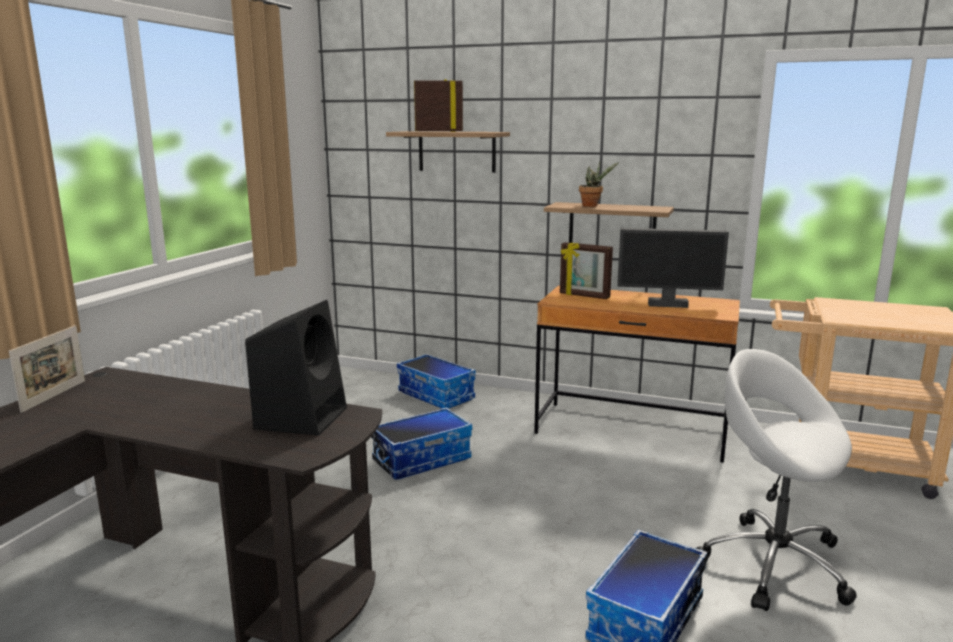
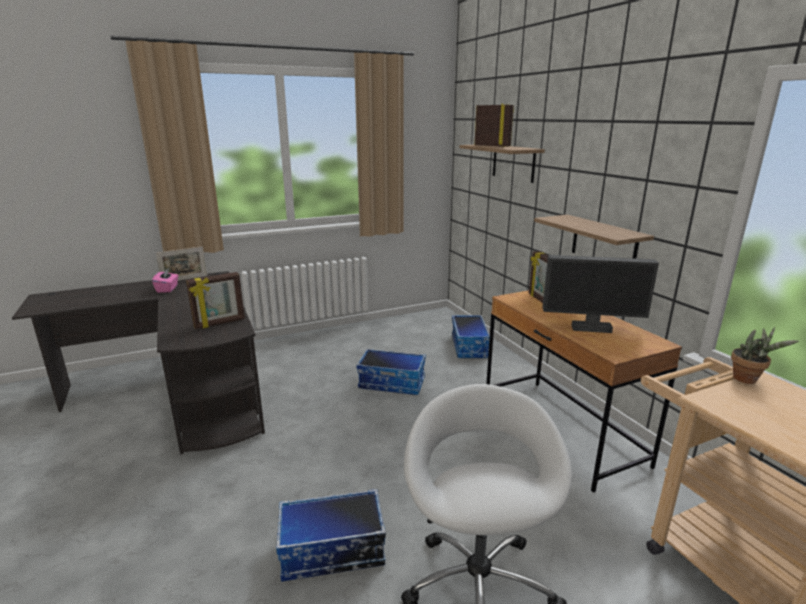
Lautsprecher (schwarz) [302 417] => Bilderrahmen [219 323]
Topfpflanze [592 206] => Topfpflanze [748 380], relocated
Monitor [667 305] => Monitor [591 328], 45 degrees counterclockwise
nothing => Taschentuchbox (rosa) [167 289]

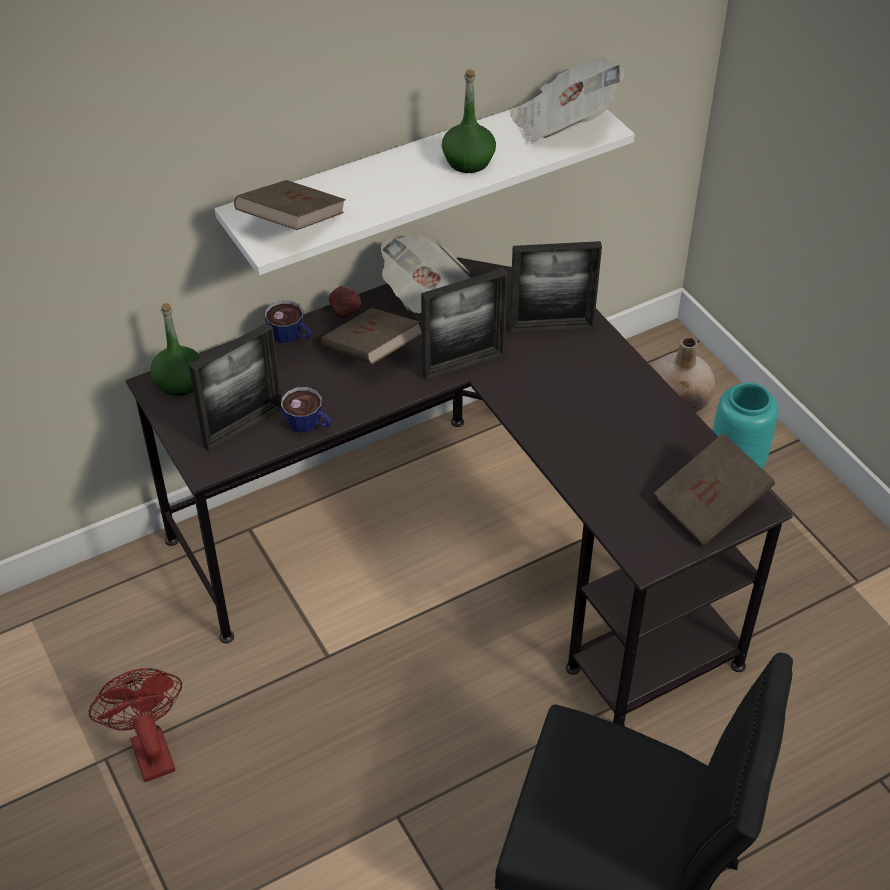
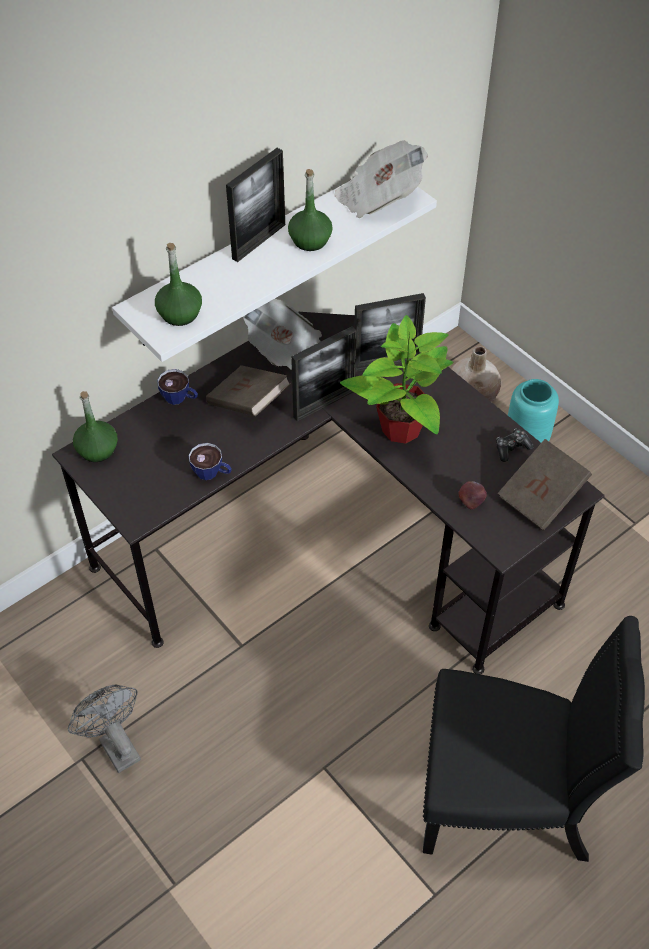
Ventilator (rot) [149 748] => Ventilator (grau) [115 744]
Bilderrahmen [243 427] => Bilderrahmen [259 241], relocated
Buch (braun) [292 224] => Flasche (grün) [180 313]
Apfel [346 310] => Apfel [471 501], relocated
nothing => Topfpflanze [400 429]
nothing => Gamepad [511 448]

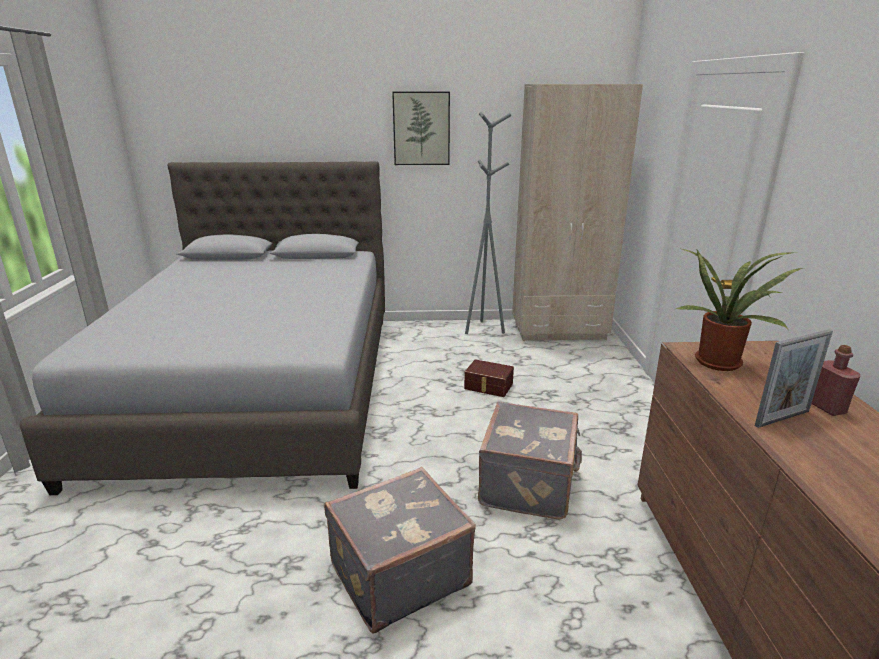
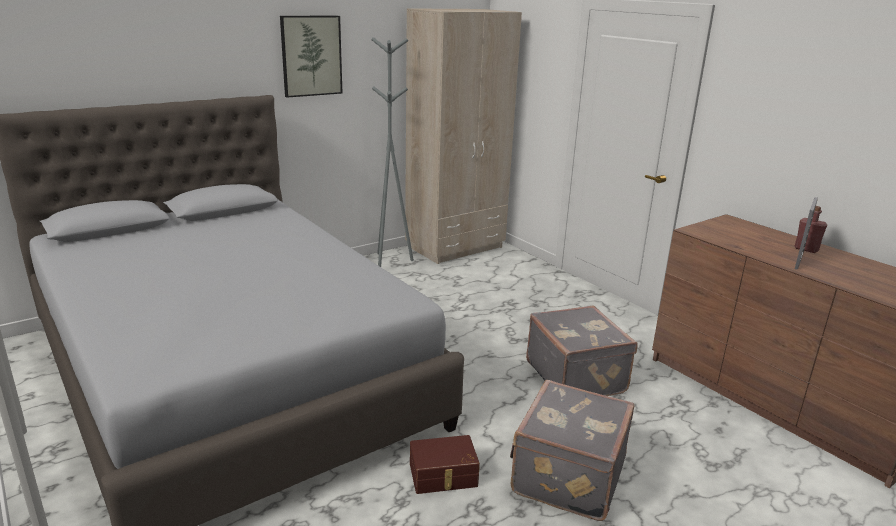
Aufbewahrungsbox (braun) [488 386] => Aufbewahrungsbox (braun) [443 476], relocated
Topfpflanze [720 361] => nothing

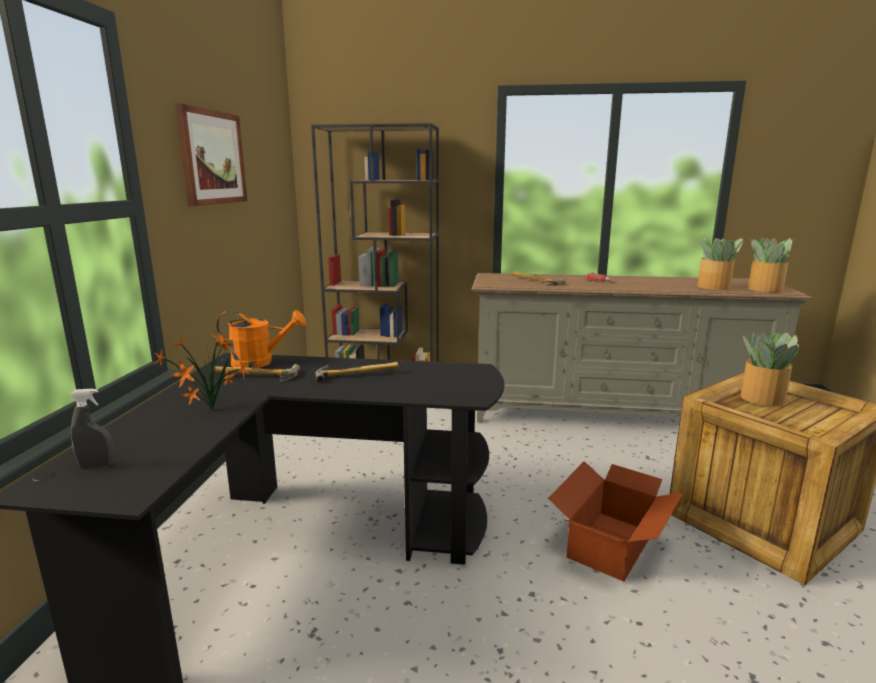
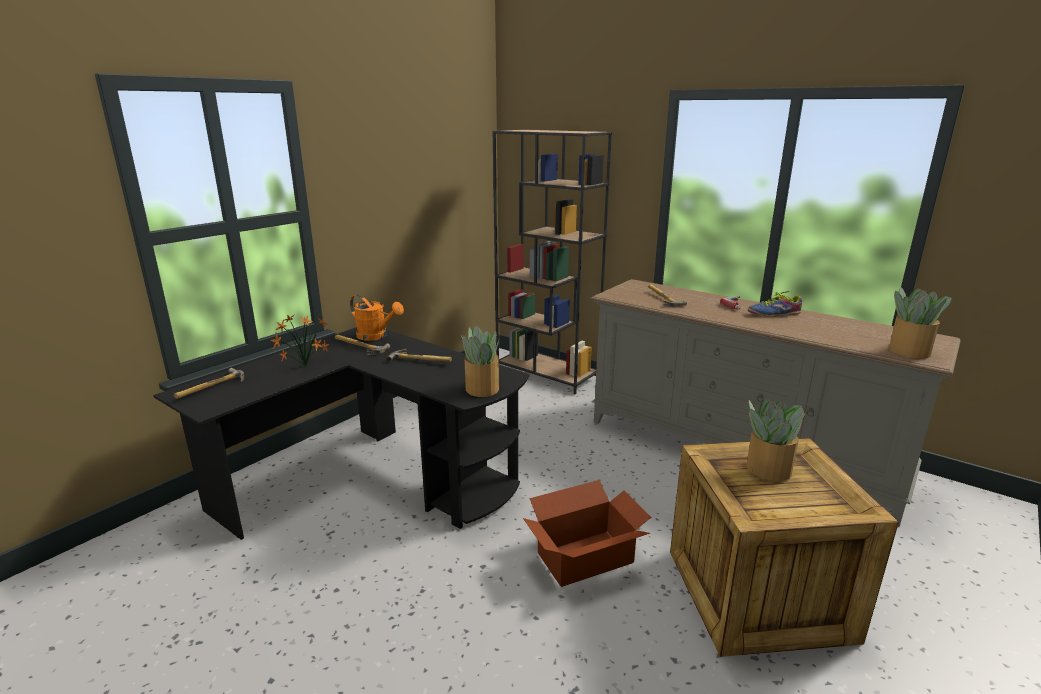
Sprühflasche (grau) [97 466] => Hammer [214 388]
Bild [212 157] => nothing
Topfpflanze [714 287] => Topfpflanze [482 389], relocated
nothing => Schuh [774 314]

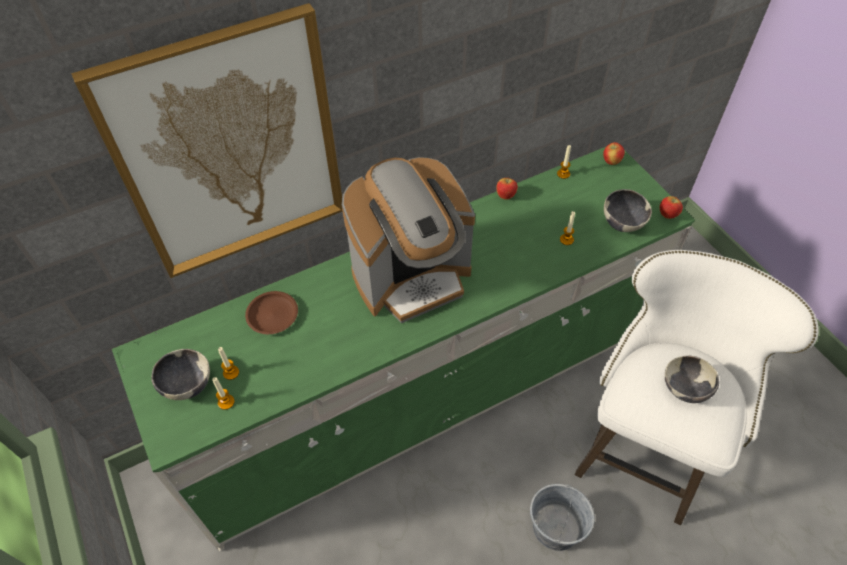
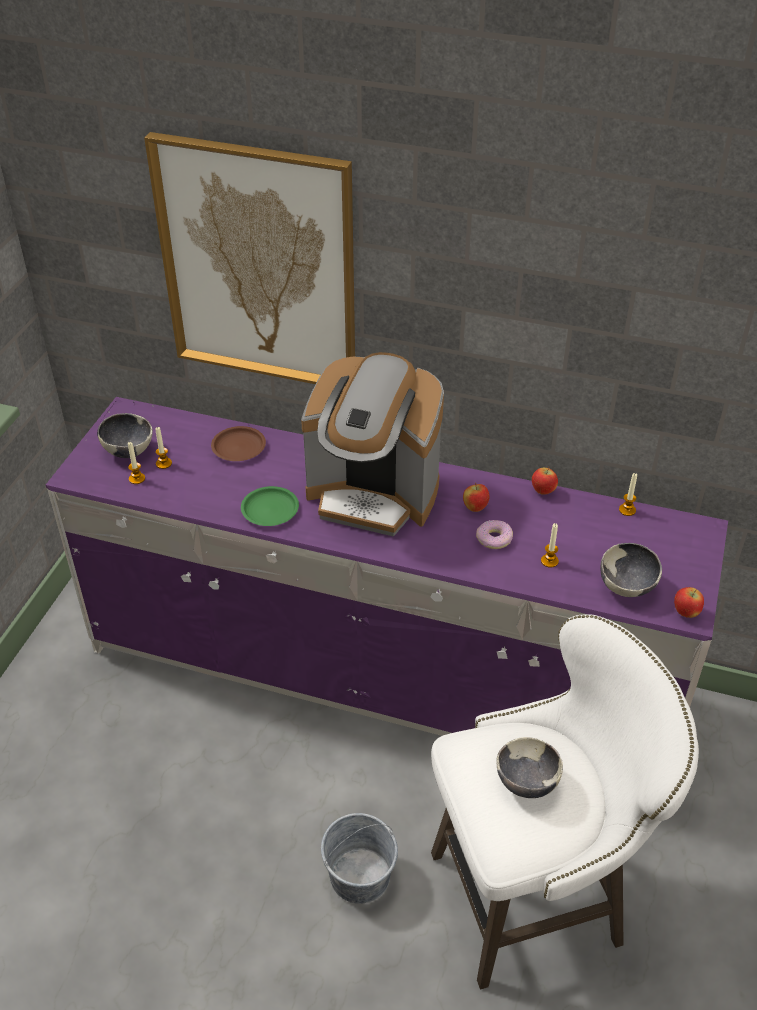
Schrank (grün) [422 393] => Schrank (lila) [378 672]
Apfel [611 162] => Apfel [475 508], relocated
nothing => Teller (grün) [270 509]
nothing => Donut [494 539]

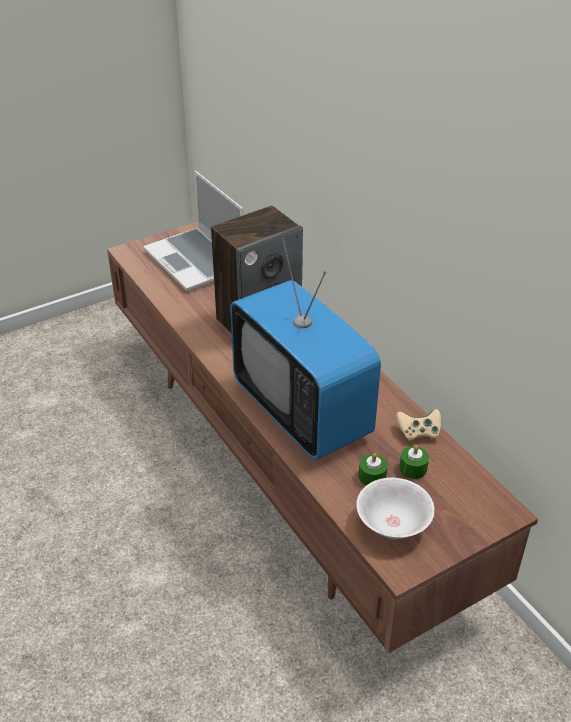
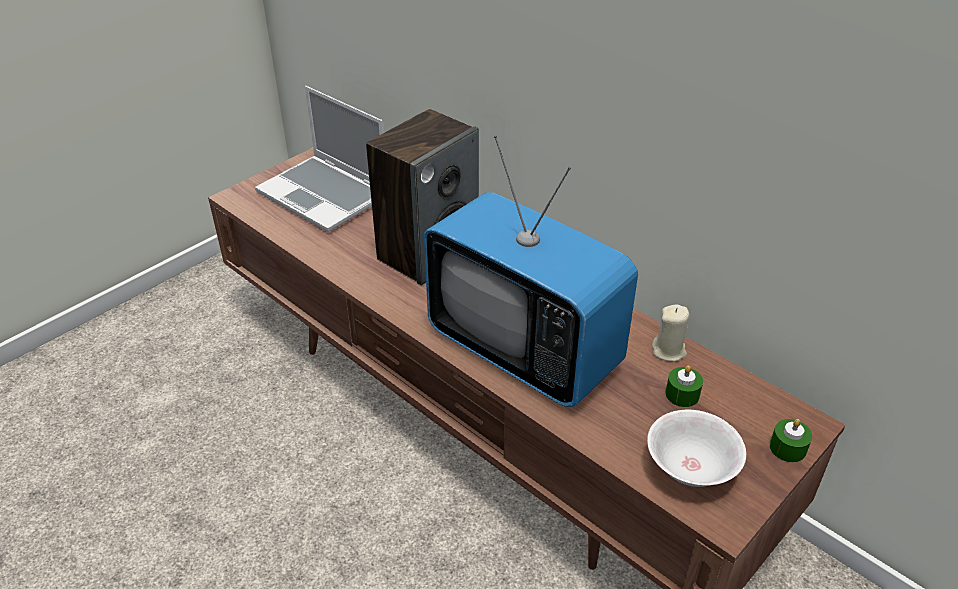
Kerze (grün) [372 476] => Kerze (grün) [787 448], relocated
Gamepad (beige) [418 433] => Kerze (beige) [669 351]

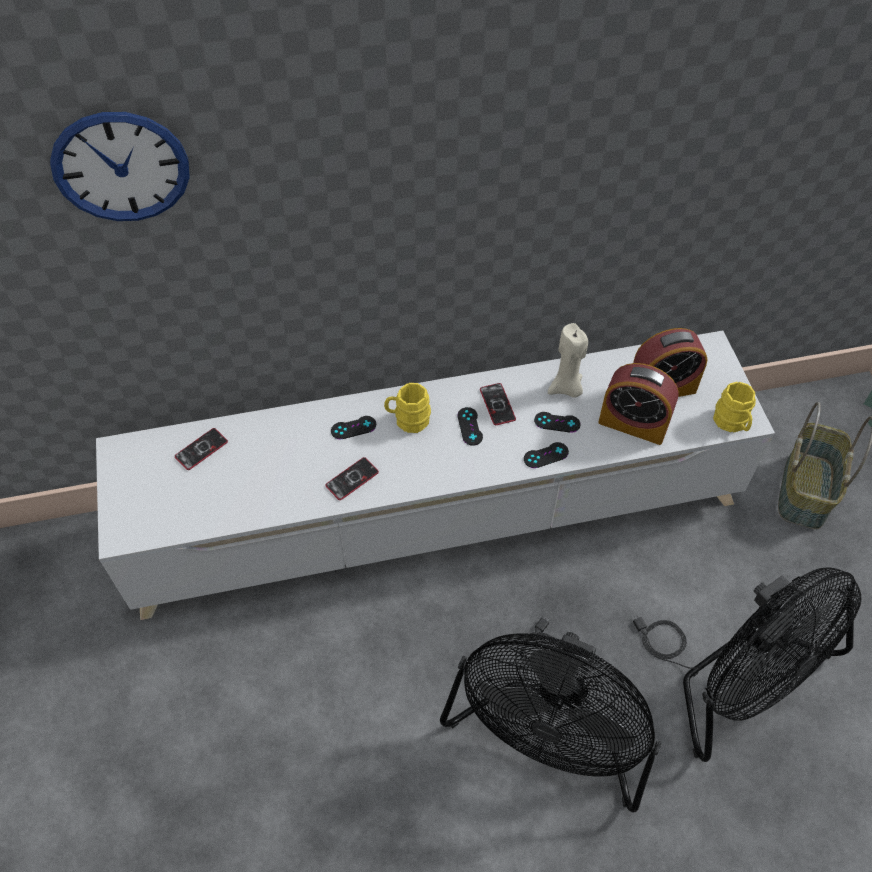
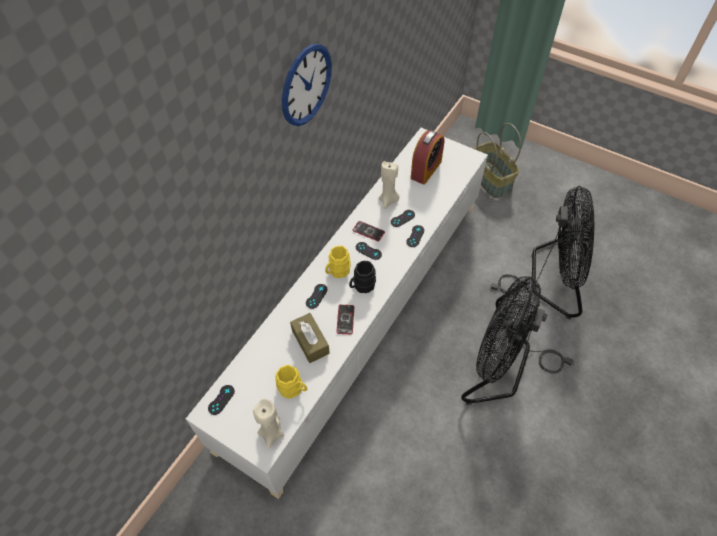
Wanduhr [121 167] => Wanduhr [306 85], relocated
Handy [201 449] => nothing
Ventilator (schwarz) [544 725] => Ventilator (schwarz) [506 361], 135 degrees clockwise
Wecker [633 423] => nothing
Henkelbecher (gelb) [732 423] => Henkelbecher (gelb) [293 389], relocated
nothing => Gamepad (schwarz) [221 399]
nothing => Kerze (beige) [271 433]
nothing => Taschentuchbox (braun) [310 342]
nothing => Henkelbecher (schwarz) [361 286]

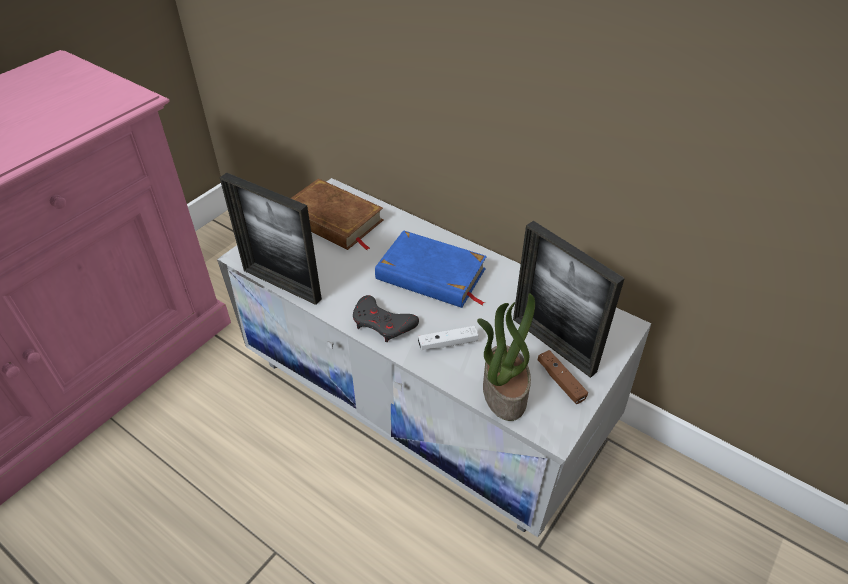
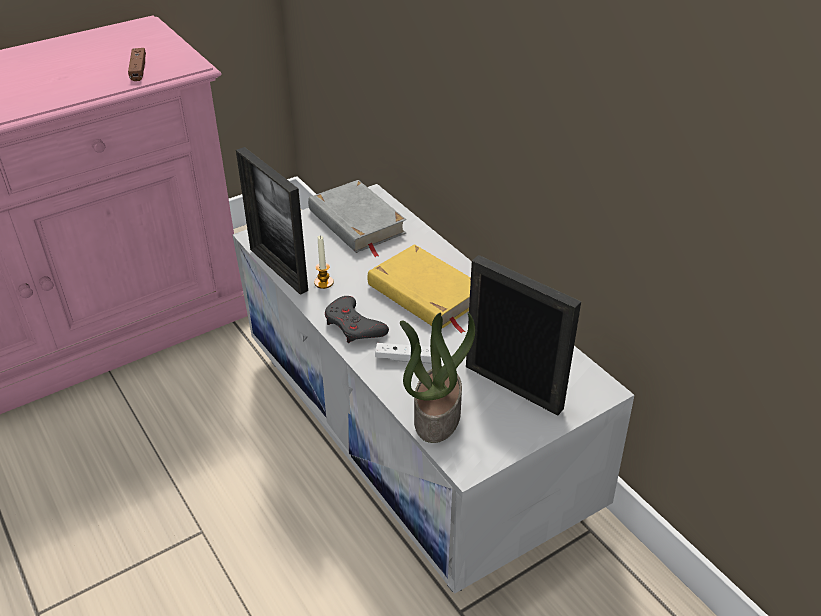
Buch (braun) [332 220] => Buch (grau) [356 222]
Buch (blau) [431 275] => Buch (gelb) [425 294]
Bilderrahmen [553 345] => Bilderrahmen [513 387], 150 degrees clockwise
Gamepad (braun) [560 381] => Gamepad (braun) [138 69], relocated
nothing => Kerze [323 282]

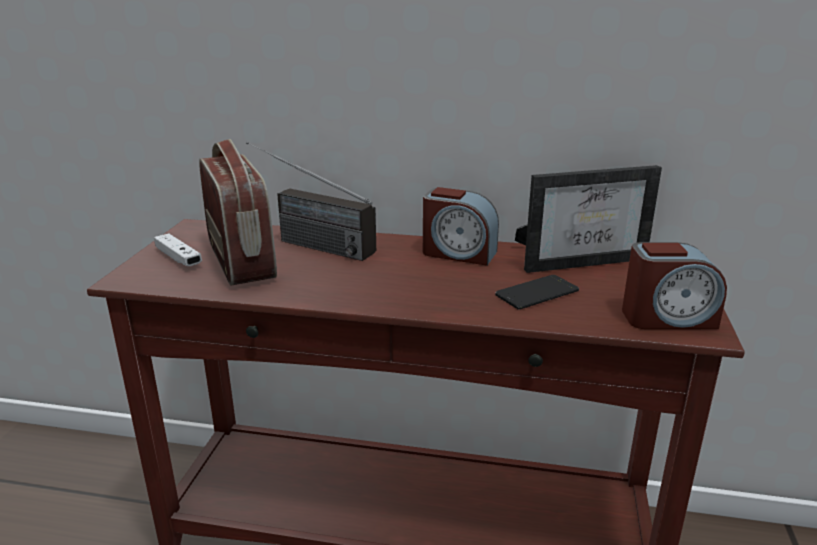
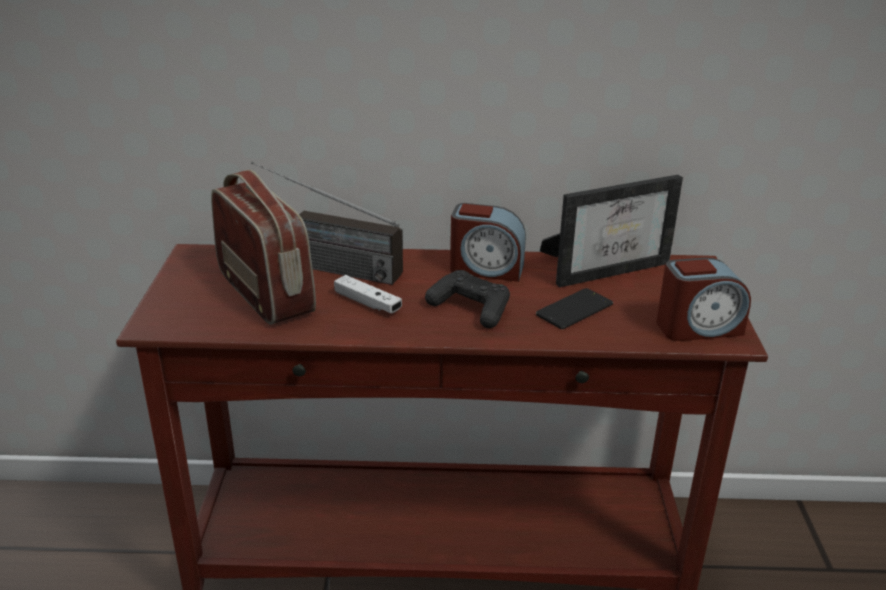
Gamepad (weiß) [178 258] => Gamepad (weiß) [367 303], relocated
nothing => Gamepad (schwarz) [470 309]

